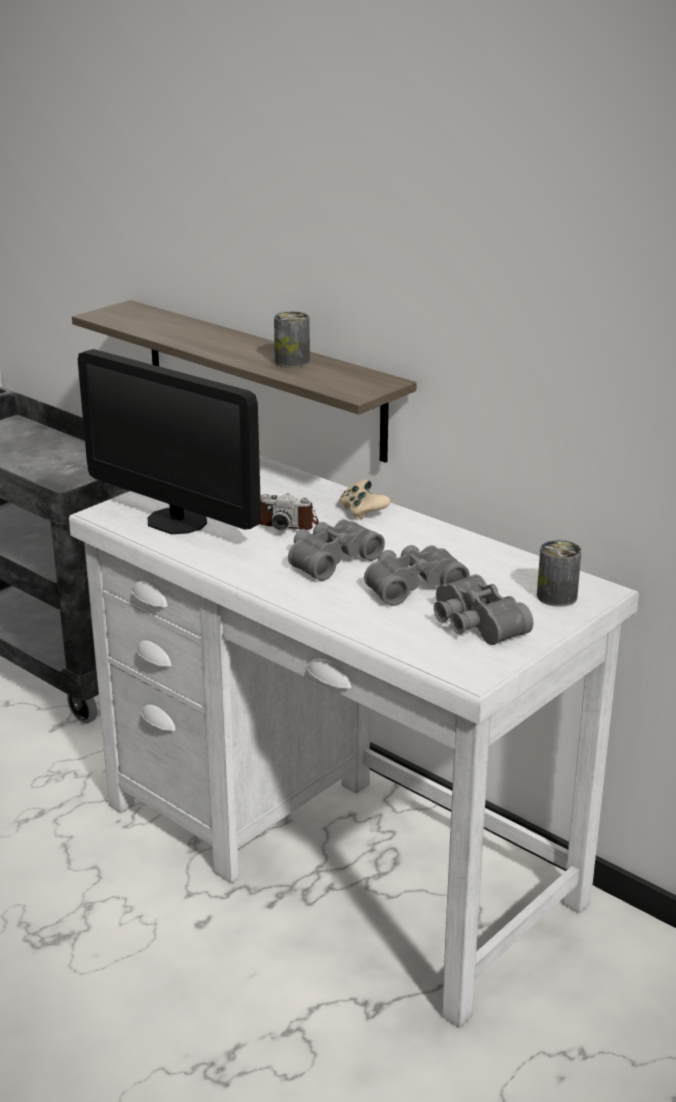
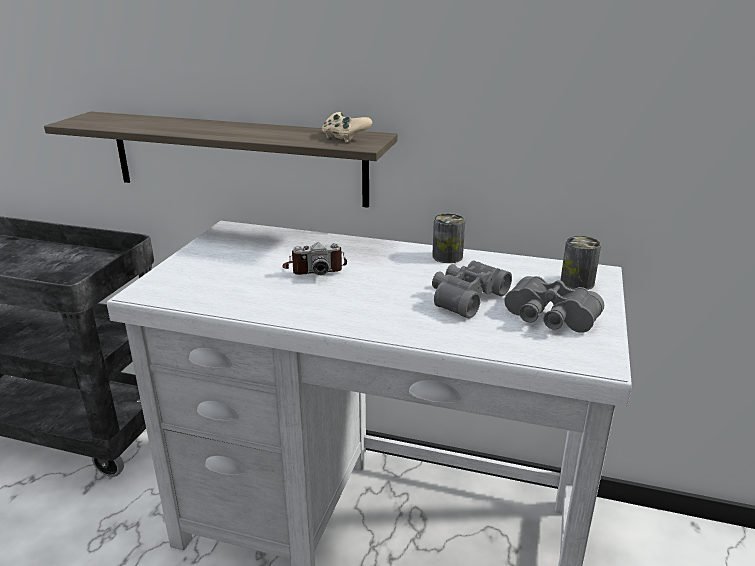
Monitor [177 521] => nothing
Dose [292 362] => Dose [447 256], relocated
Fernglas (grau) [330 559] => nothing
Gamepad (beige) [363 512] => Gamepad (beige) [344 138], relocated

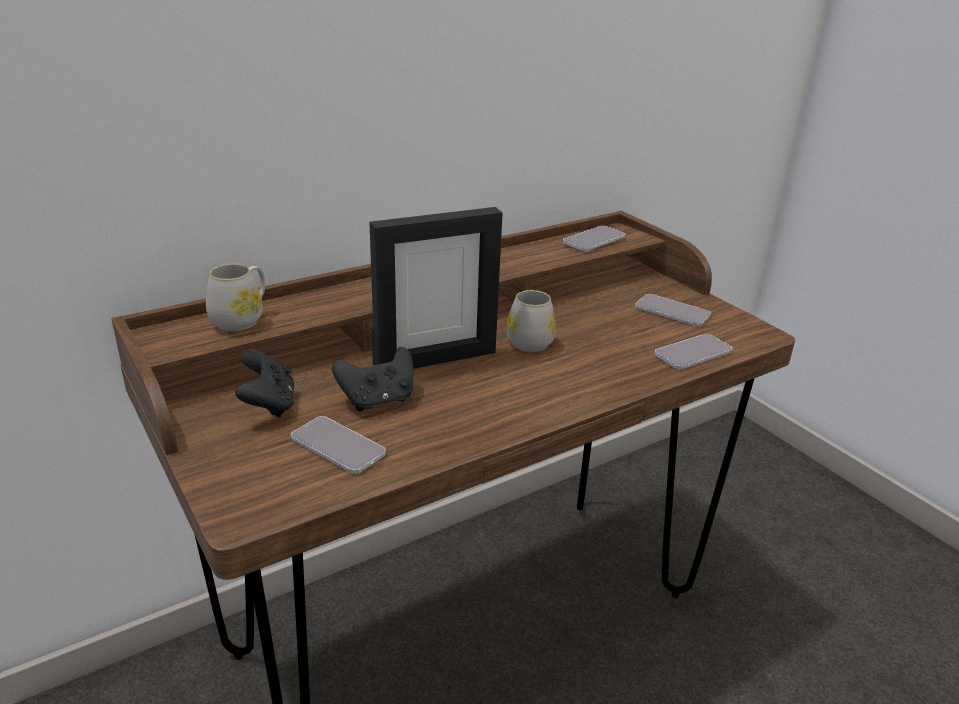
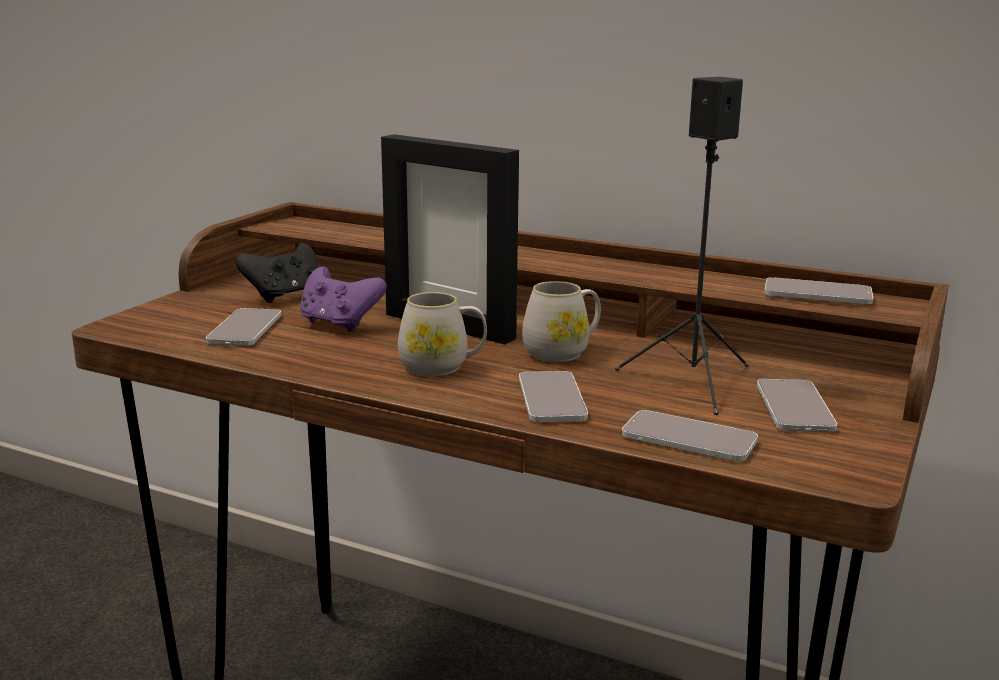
Henkelbecher (weiß) [242 319] => Henkelbecher (weiß) [442 367], relocated
Gamepad (schwarz) [378 400] => Gamepad (lila) [339 324]
nothing => Handy [551 399]
nothing => Lautsprecher (schwarz) [693 382]

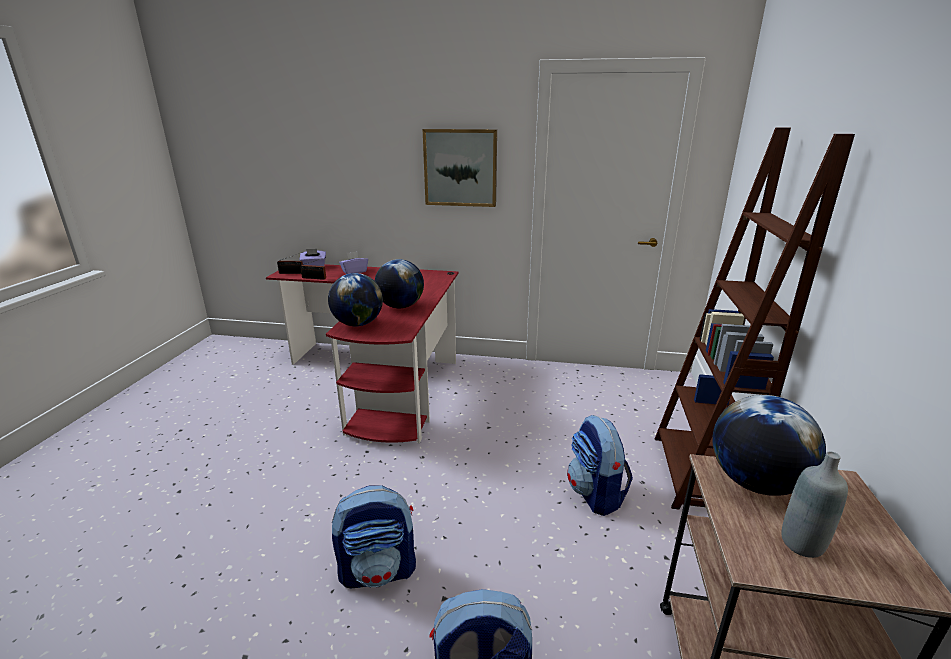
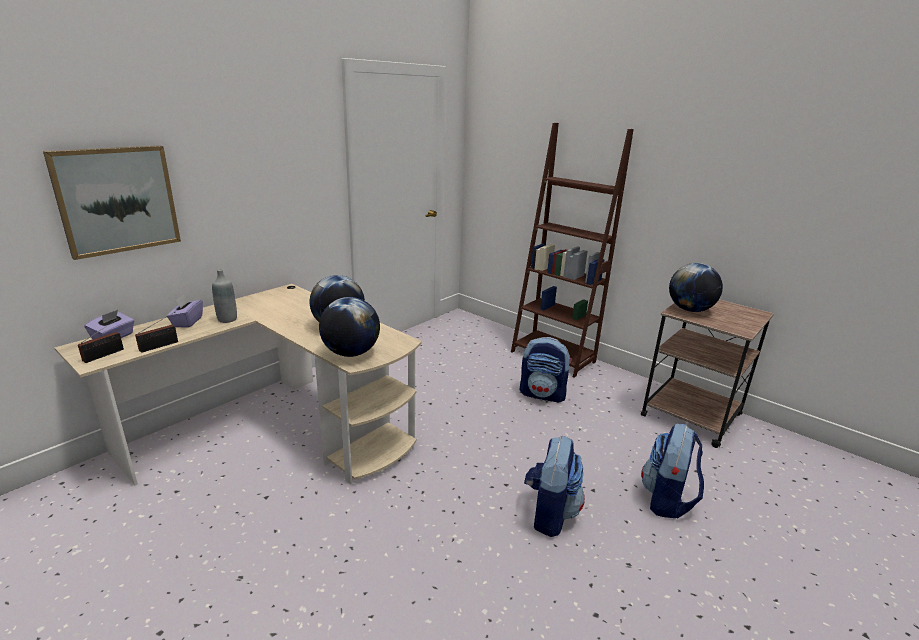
Schreibtisch (rot) [383 379] => Schreibtisch (beige) [278 429]
Bild [460 168] => Bild [117 200], relocated
Flasche (grau) [801 544] => Flasche (grau) [227 319], relocated

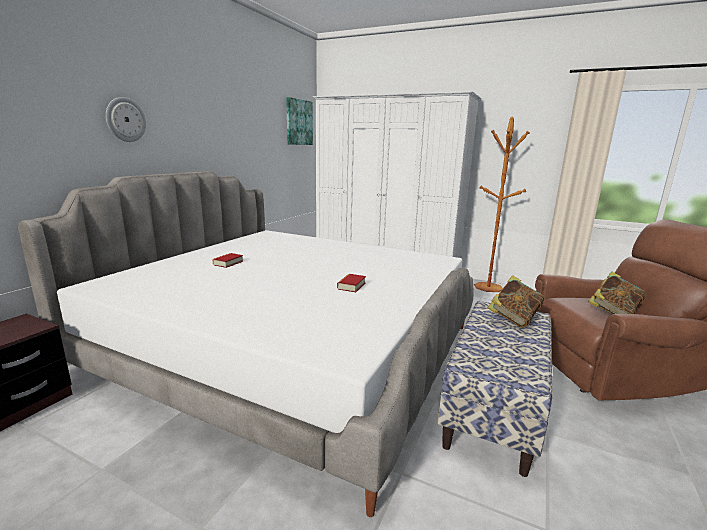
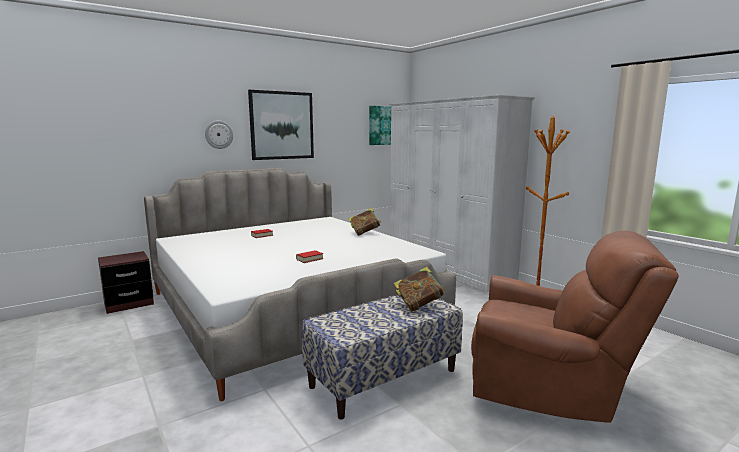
Buch [612 313] => Buch [365 233], relocated
nothing => Bild [282 125]

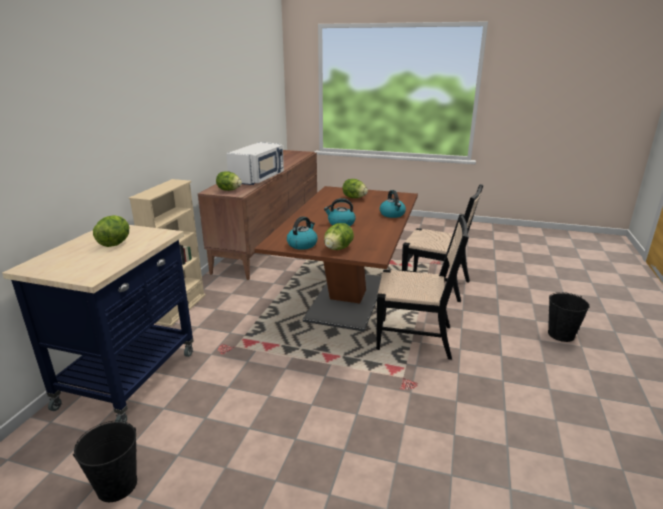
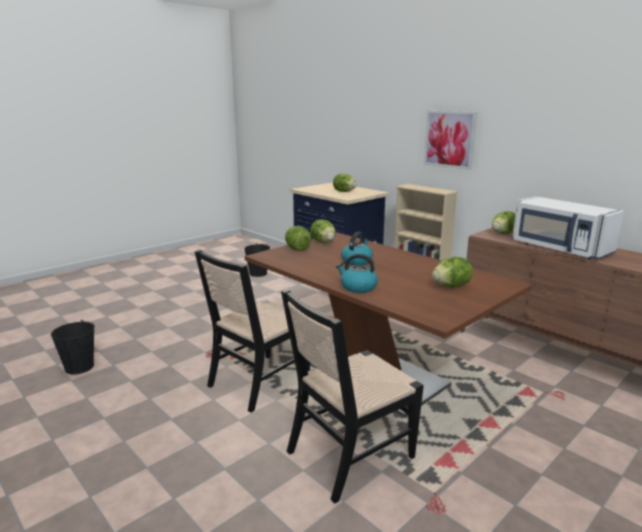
Wasserkessel [302 244] => Salatkopf [323 242]
Eimer (schwarz) [561 334] => Eimer (schwarz) [79 367], relocated
nothing => Bild [449 139]

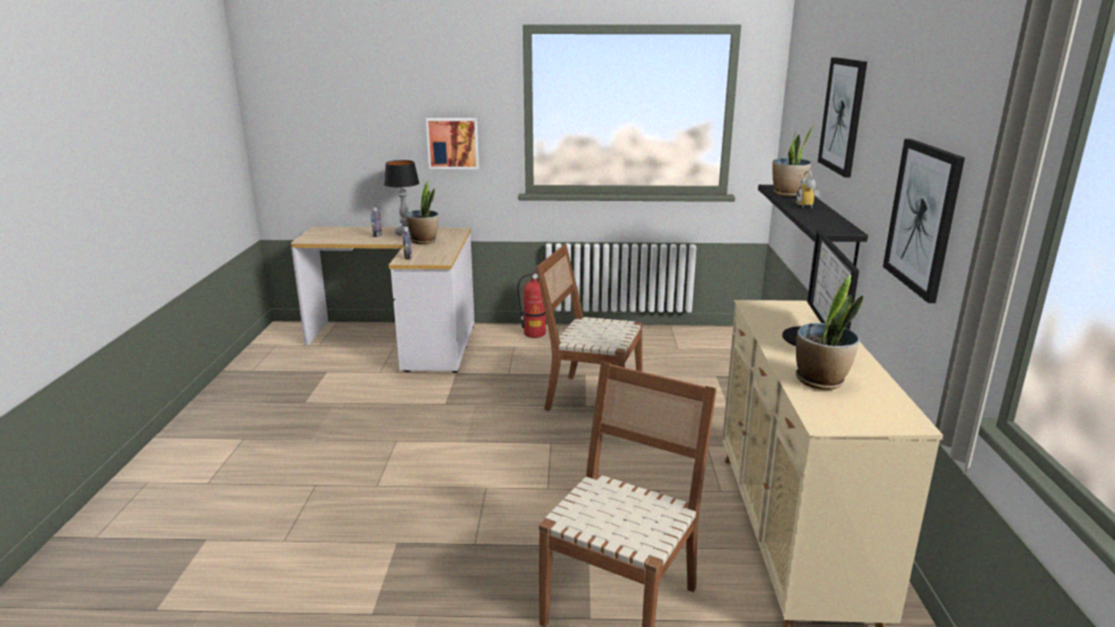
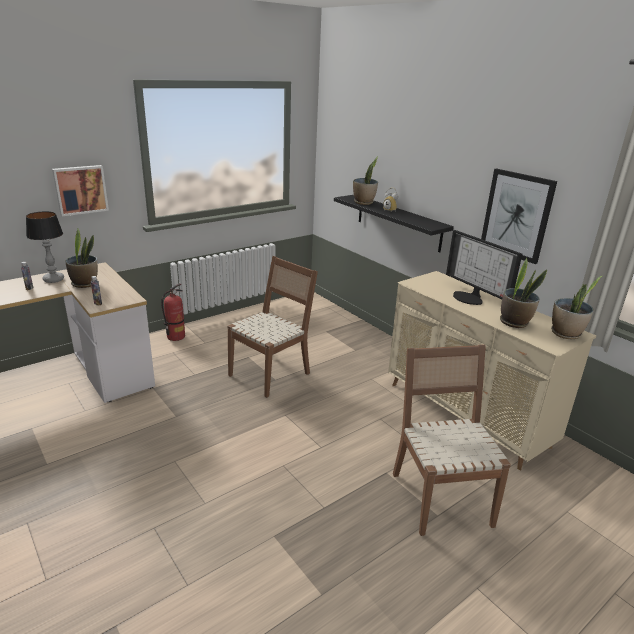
Stuhl [590 398] => Stuhl [272 373], 150 degrees clockwise
Bild [843 115] => nothing
nothing => Topfpflanze [566 334]

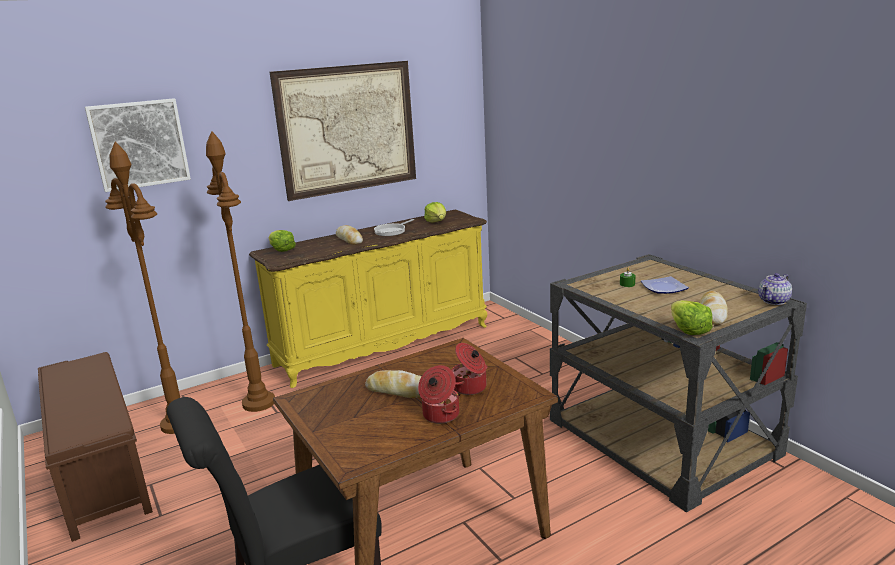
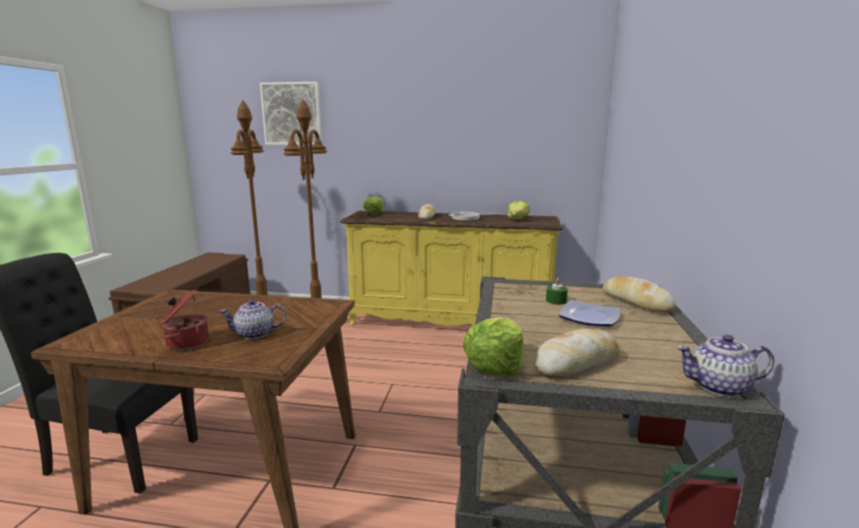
Bild [348 129] => nothing
Brot [398 391] => Brot [636 302], relocated
Kochtopf [470 387] => Teekanne [255 334]

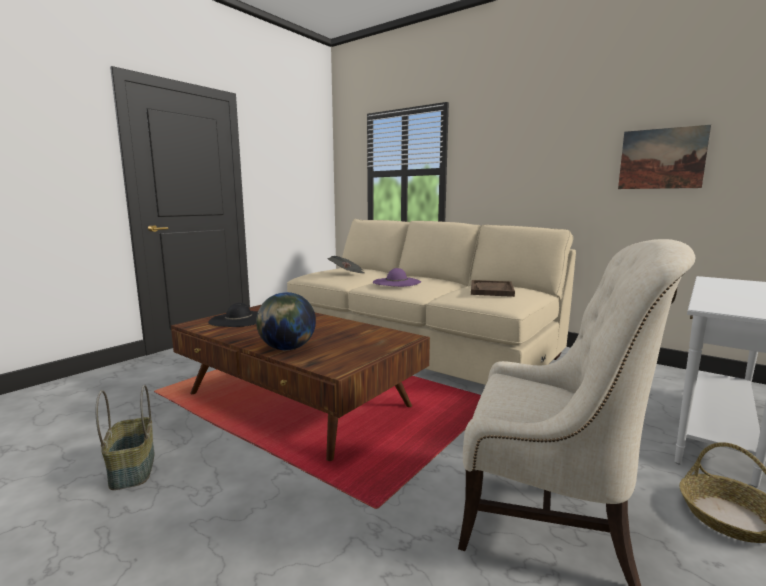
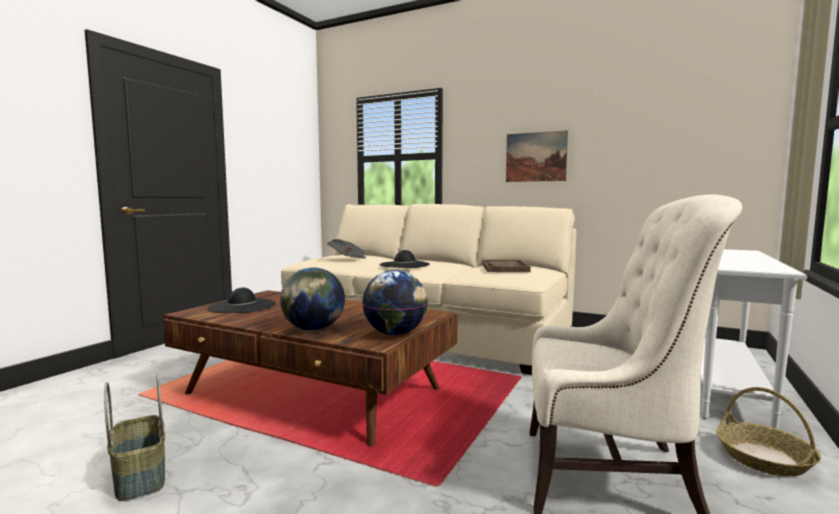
Hut (lila) [396 282] => Hut (schwarz) [404 265]
Bild [661 158] => Bild [536 157], relocated
nothing => Globus [395 333]

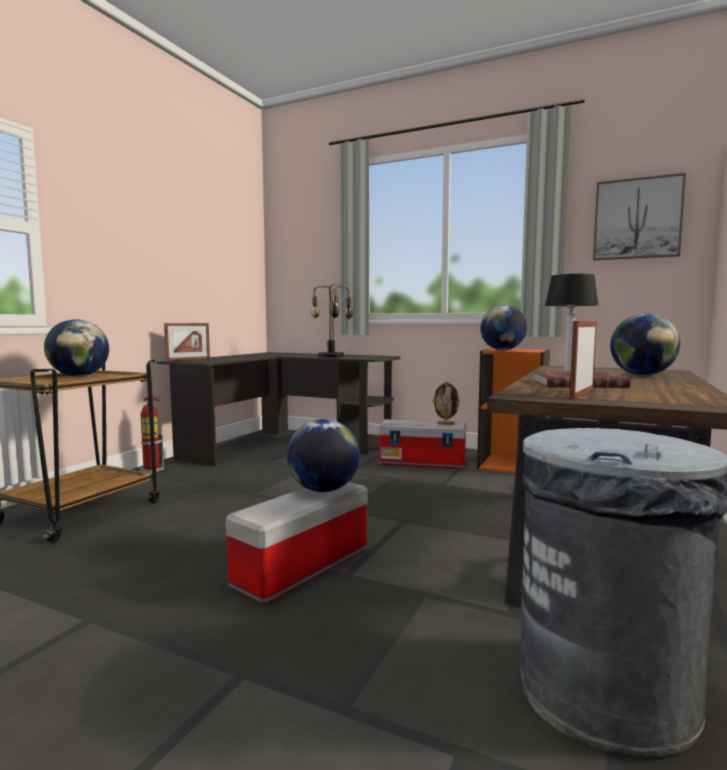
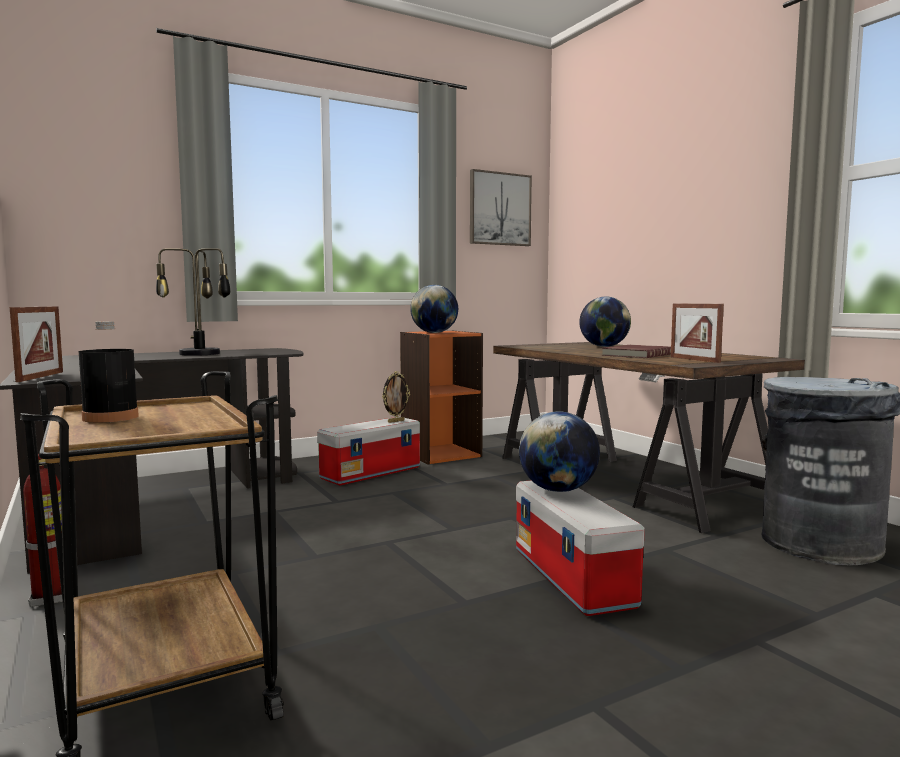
Globus [79 376] => Flasche (schwarz) [110 418]
Tischlampe [568 371] => nothing

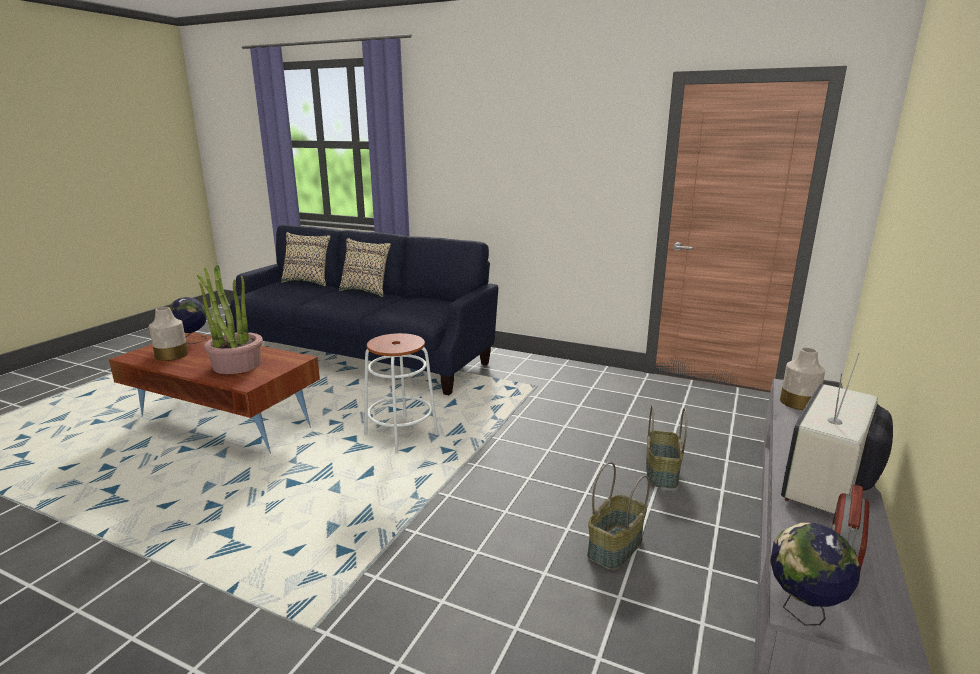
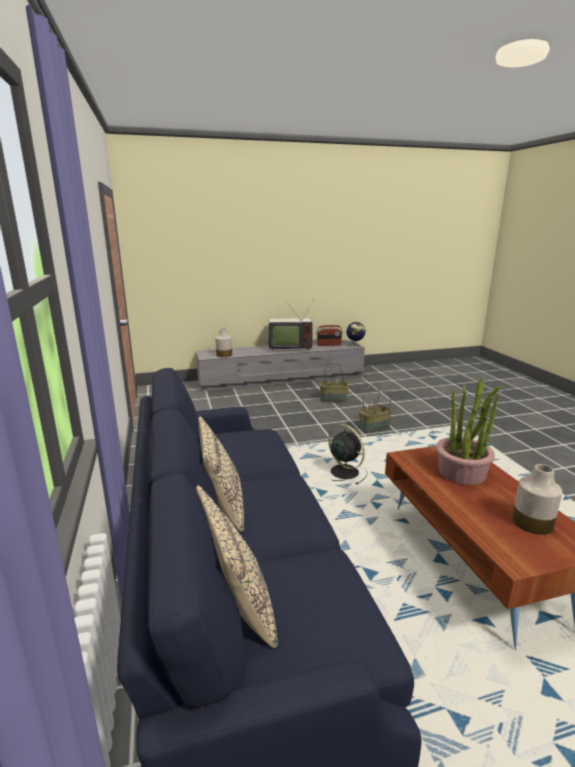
Globus [191 341] => nothing
Hocker (weiß) [401 435] => Ventilator (schwarz) [343 471]
Korb [660 472] => Korb [374 427], relocated

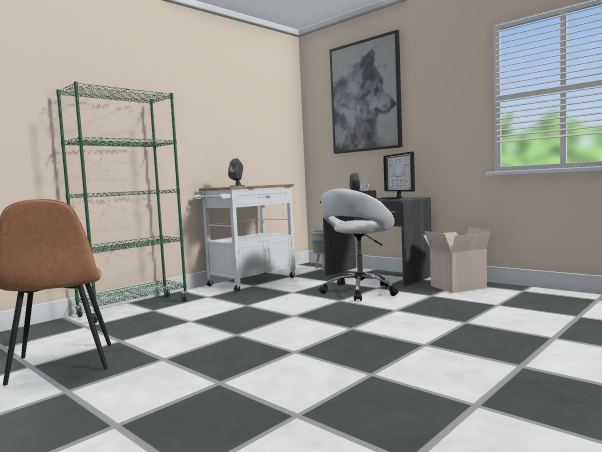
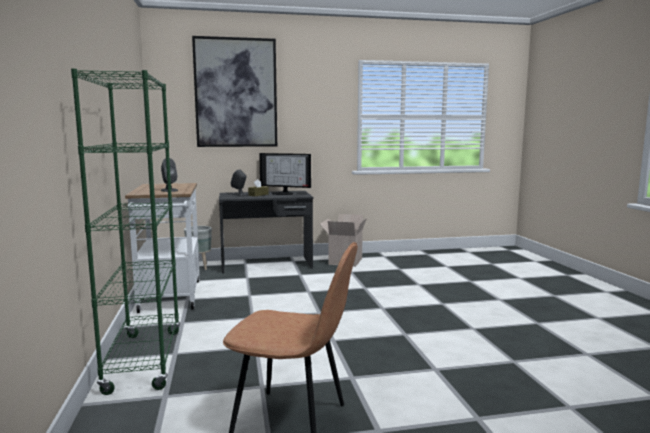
Bürostuhl (weiß) [358 292] => nothing

